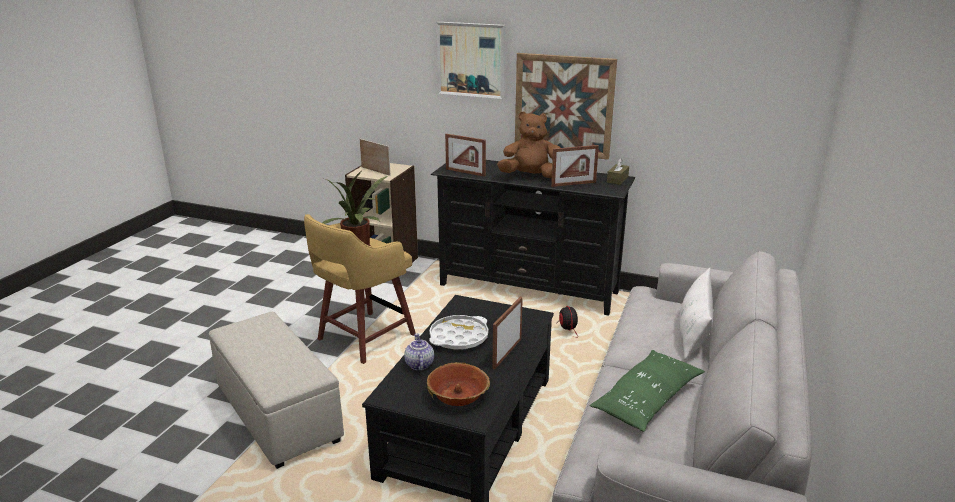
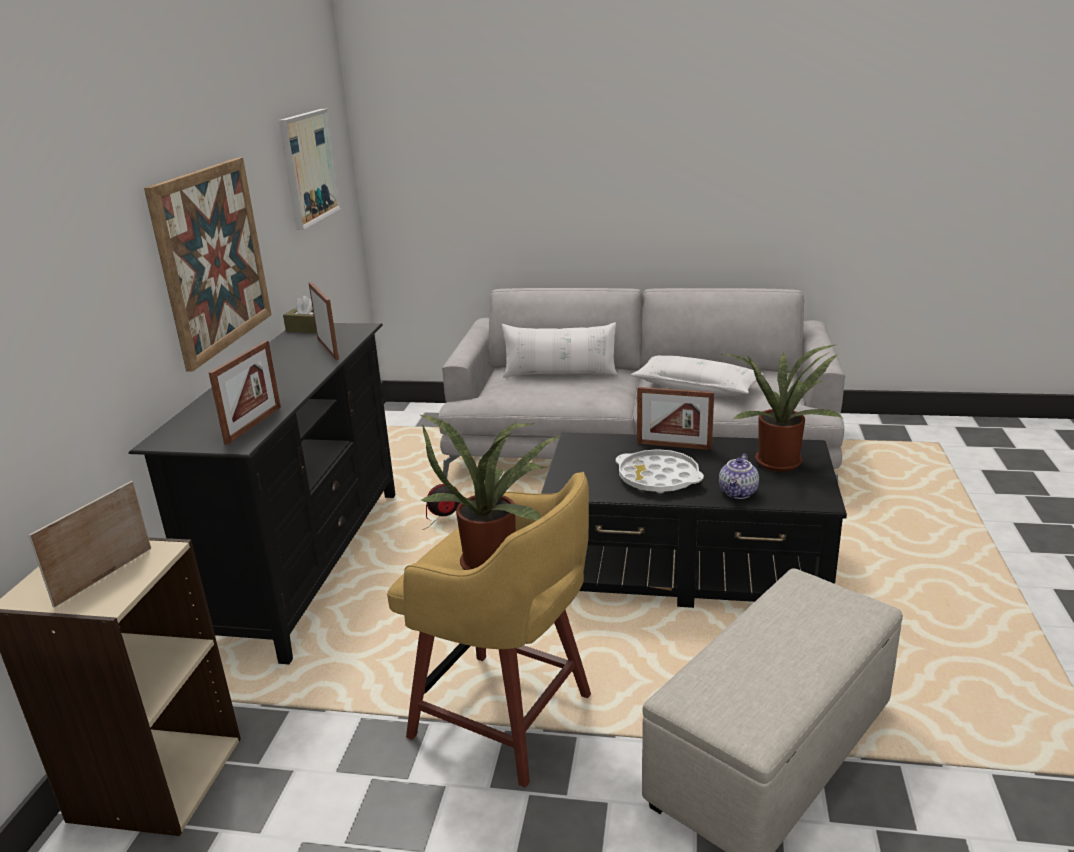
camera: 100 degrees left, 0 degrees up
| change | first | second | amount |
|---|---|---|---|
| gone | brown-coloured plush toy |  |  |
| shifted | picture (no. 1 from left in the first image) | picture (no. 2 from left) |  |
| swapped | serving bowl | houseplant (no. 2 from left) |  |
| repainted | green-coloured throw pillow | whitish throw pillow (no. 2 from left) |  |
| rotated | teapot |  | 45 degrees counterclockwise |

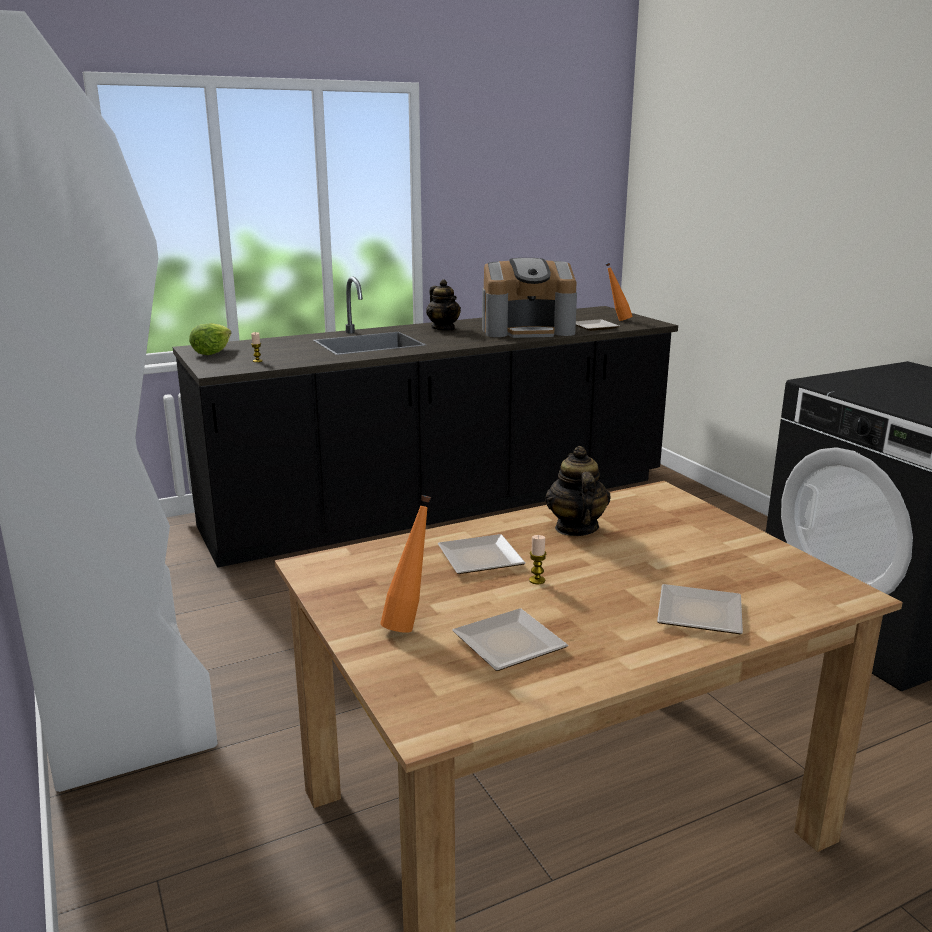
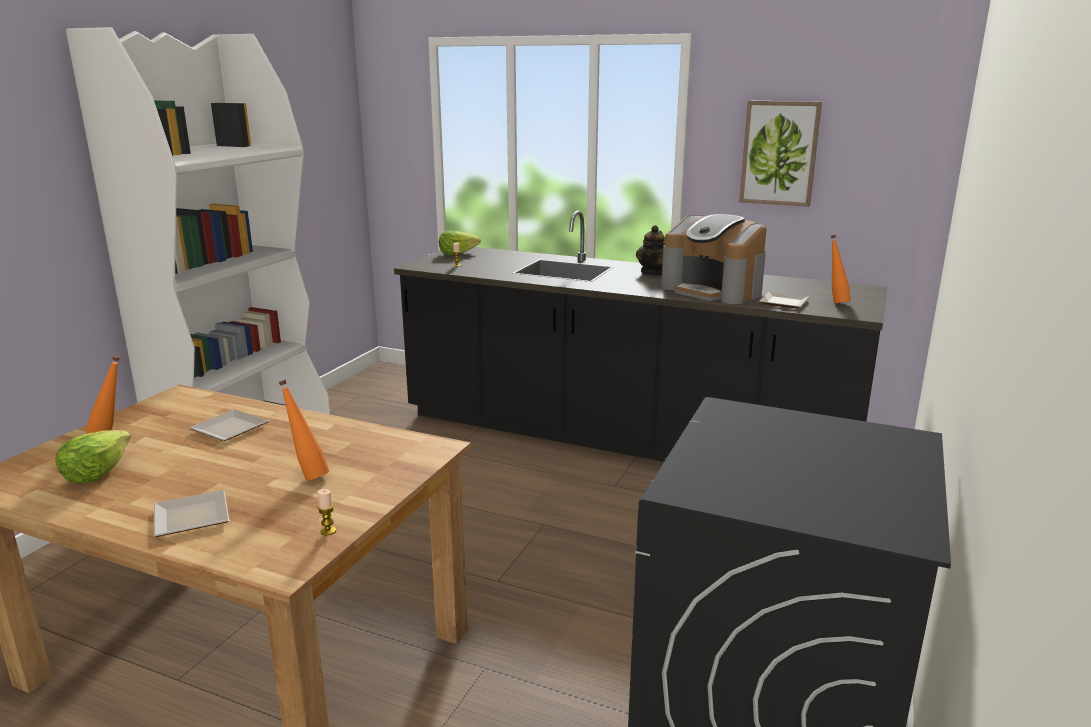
camera: 50 degrees right, 0 degrees up
| change | first | second | amount |
|---|---|---|---|
| gone | teapot (no. 2 from left) |  |  |
| new |  | orange bottle (no. 2 from left) |  |
| new |  | picture |  |
| shifted | candle (no. 2 from left in the first image) | candle (no. 1 from left) |  |
| swapped | flat dish (no. 2 from left) | lettuce (no. 1 from left) |  |

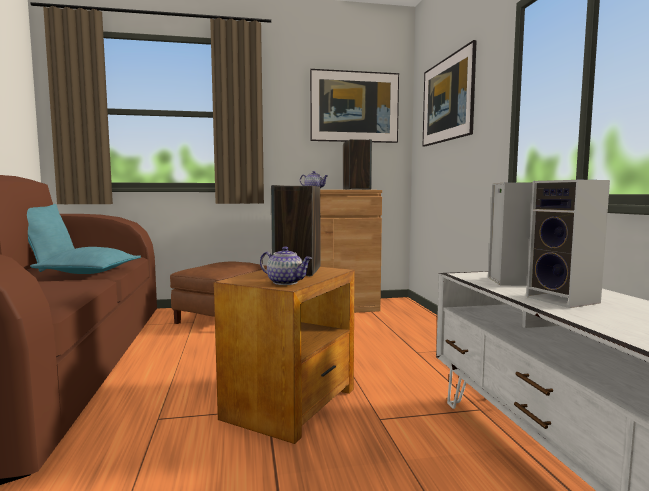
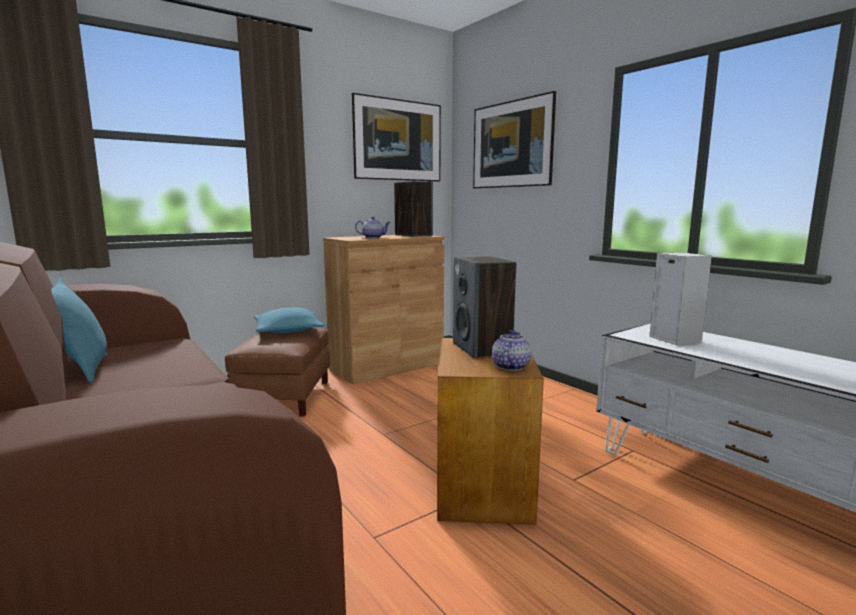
camera: 25 degrees left, 5 degrees up
| change | first | second | amount |
|---|---|---|---|
| gone | speaker (no. 4 from left) |  |  |
| shifted | turquoise-coloured throw pillow (no. 2 from left) |  |  |
| rotated | teapot (no. 1 from left in the first image) | teapot (no. 2 from left) | 75 degrees counterclockwise |

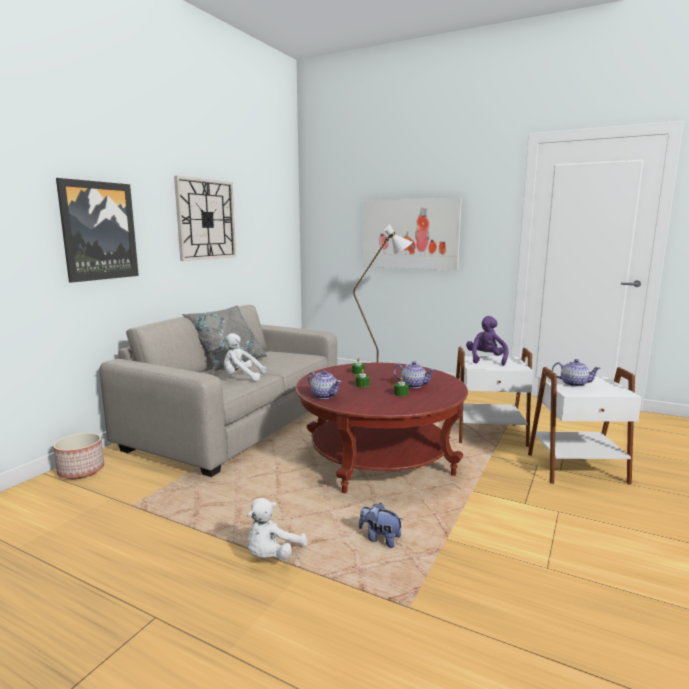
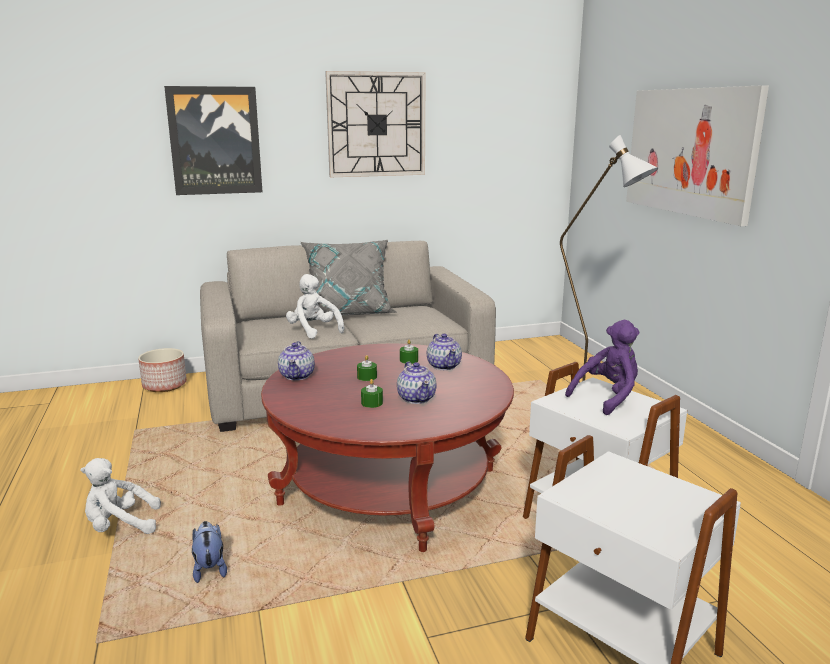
camera: 45 degrees right, 5 degrees up
| change | first | second | amount |
|---|---|---|---|
| shifted | teapot (no. 3 from left) |  |  |

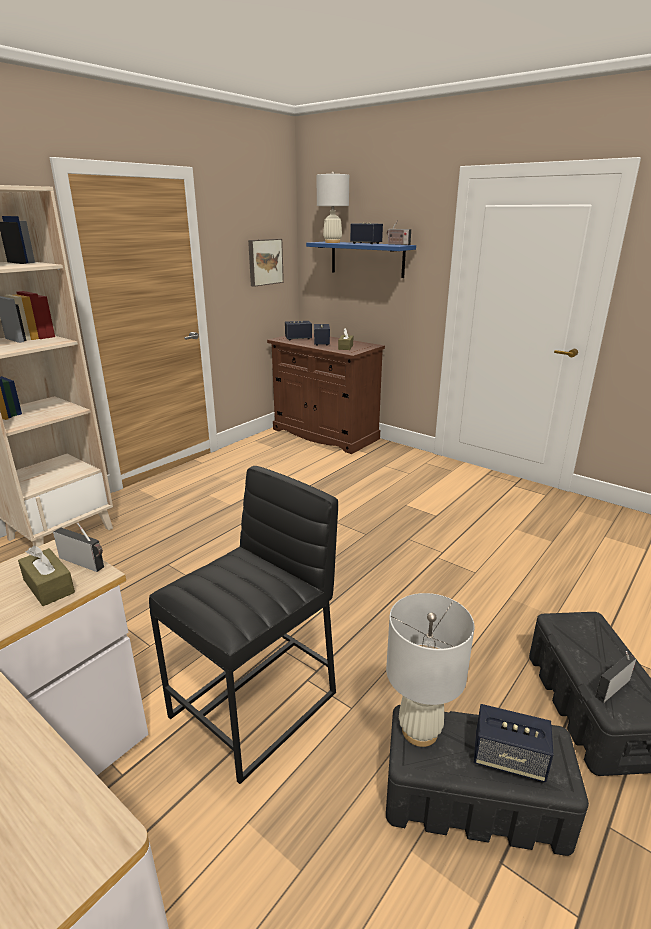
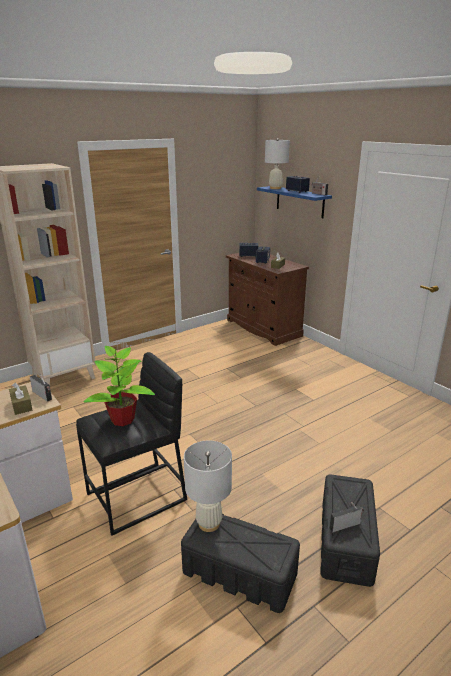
camera: 15 degrees right, 0 degrees up
| change | first | second | amount |
|---|---|---|---|
| gone | picture |  |  |
| gone | speaker (no. 4 from left) |  |  |
| new |  | houseplant |  |

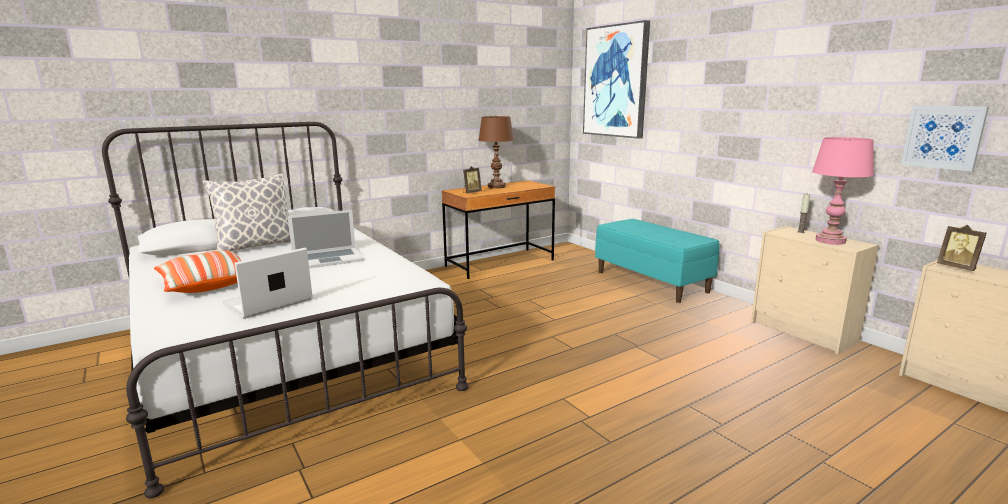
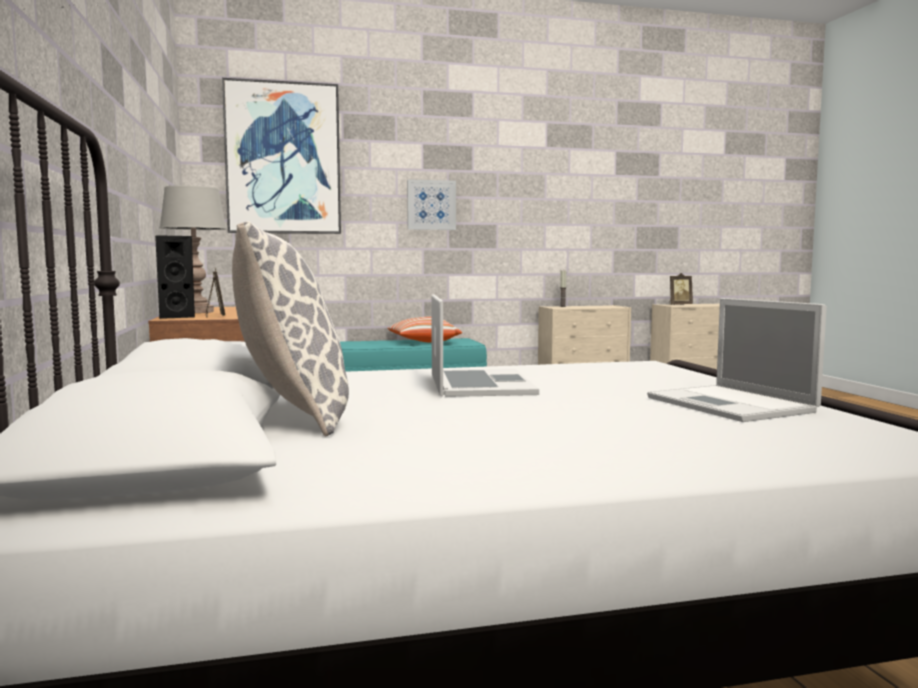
camera: 70 degrees left, 10 degrees down
| change | first | second | amount |
|---|---|---|---|
| gone | pinkish lamp for a table |  |  |
| new |  | black-coloured speaker |  |
| shifted | throw pillow (no. 1 from left in the first image) | throw pillow (no. 2 from left) |  |
| shifted | picture (no. 2 from left) |  |  |
| repainted | brown-coloured lamp for a table | grey lamp for a table |  |

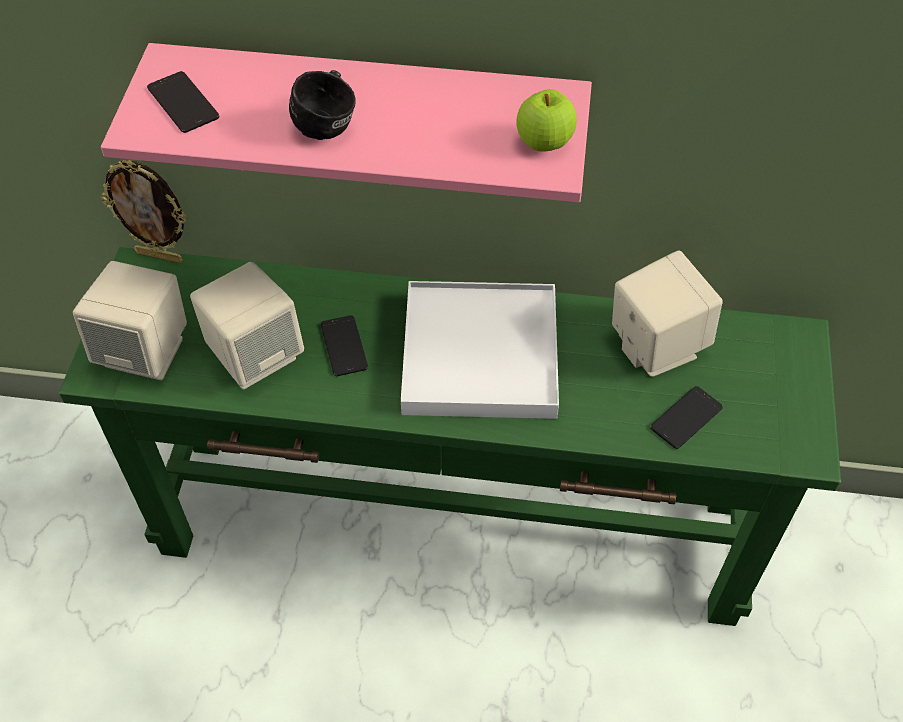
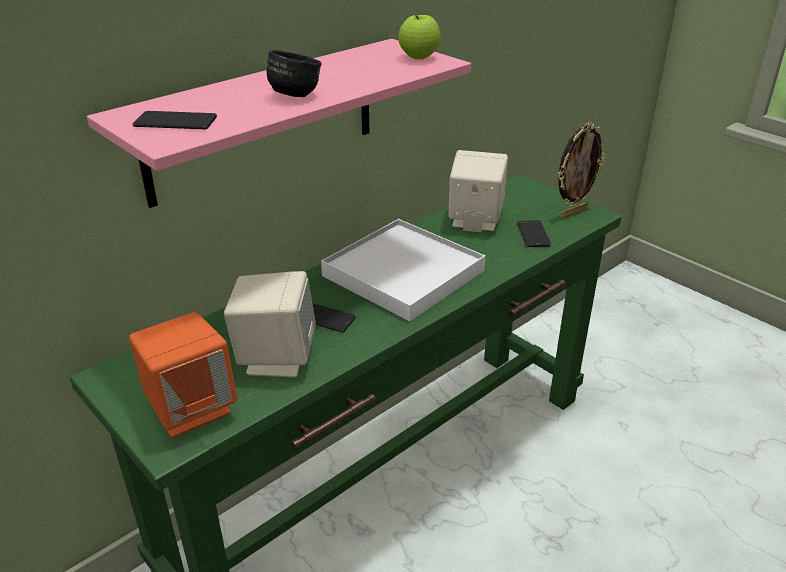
camera: 50 degrees left, 20 degrees down
| change | first | second | amount |
|---|---|---|---|
| shifted | picture frame |  |  |
| repainted | beige speaker (no. 1 from left) | orange speaker |  |

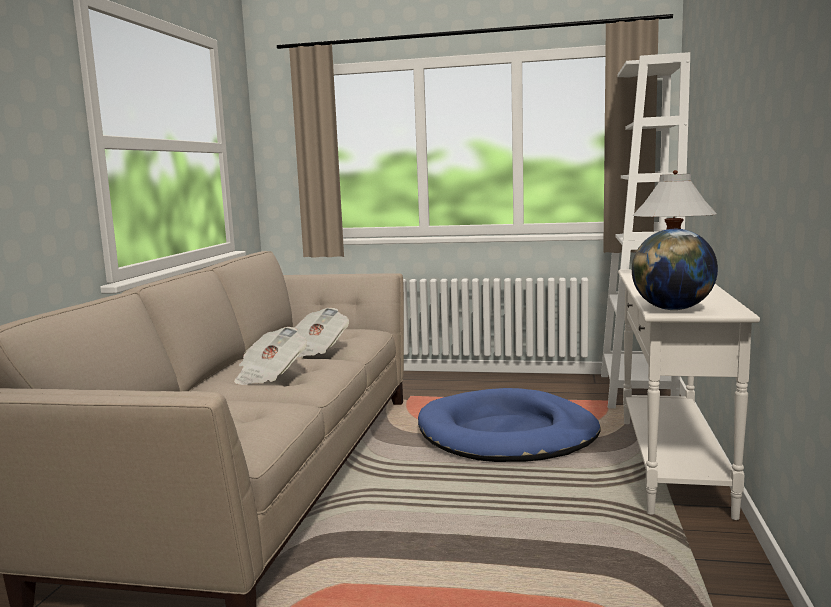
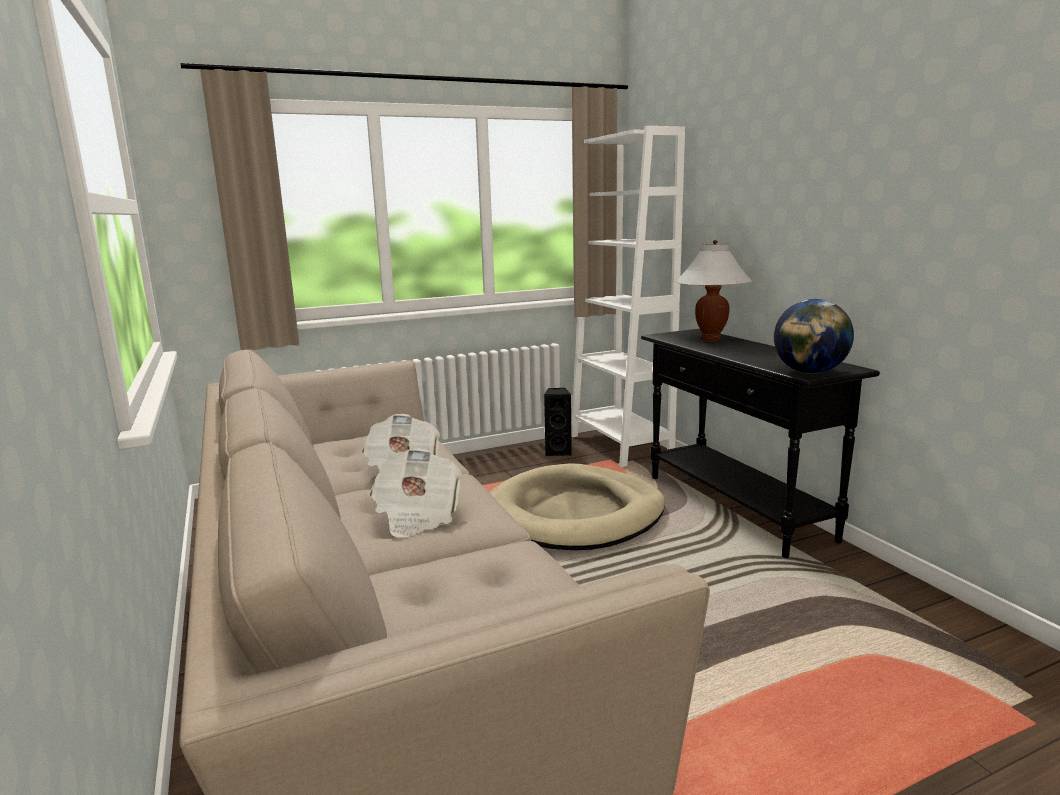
camera: 35 degrees left, 5 degrees up
| change | first | second | amount |
|---|---|---|---|
| new |  | black-coloured speaker |  |
| repainted | blue dog cushion | beige dog cushion |  |
| repainted | whitish narrow table | black-coloured narrow table |  |

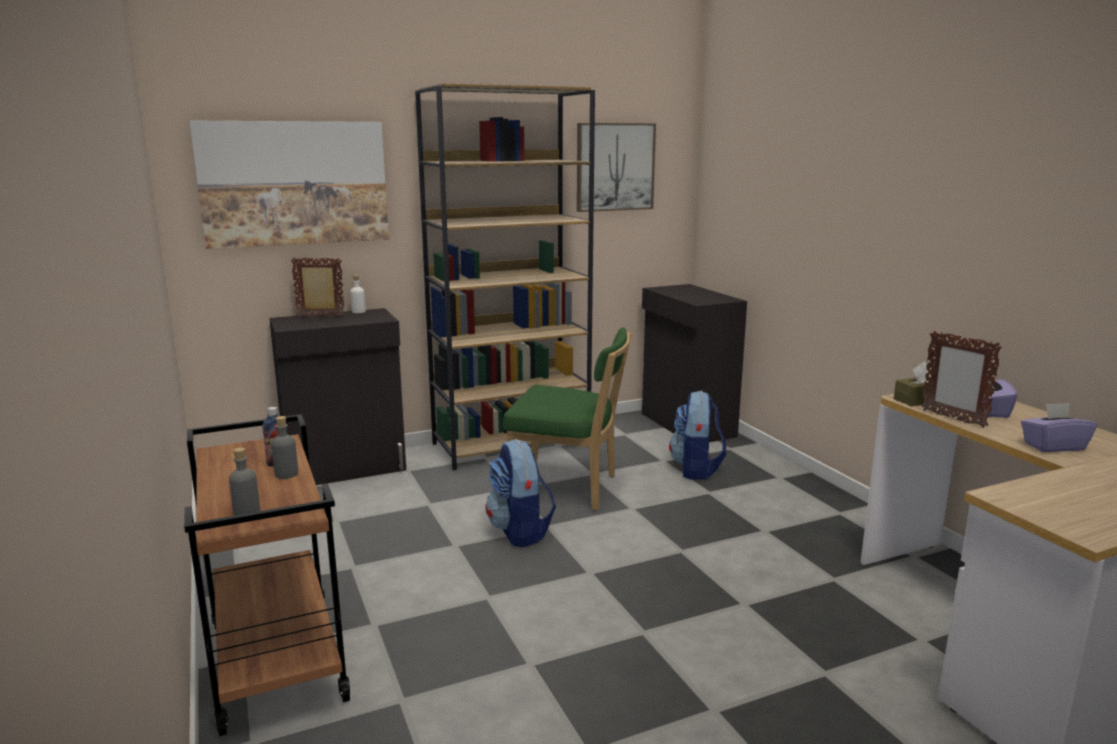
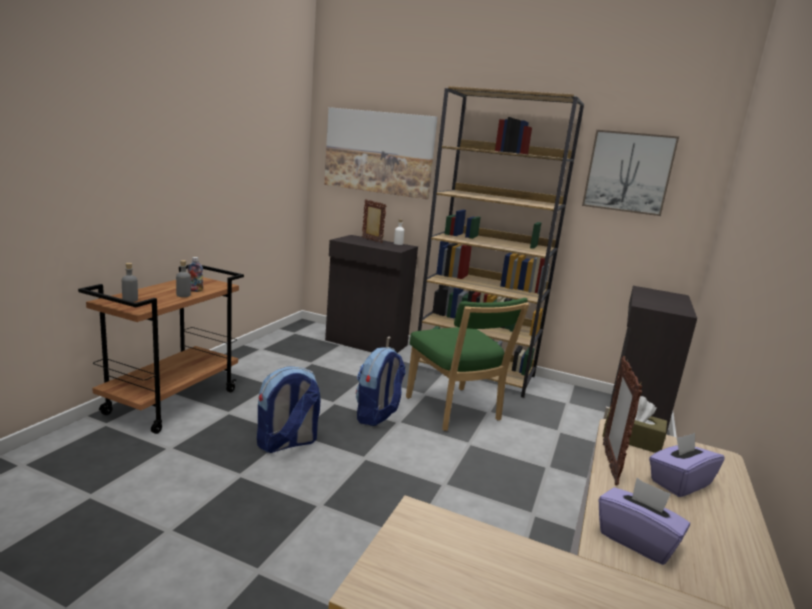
camera: 45 degrees right, 0 degrees up
| change | first | second | amount |
|---|---|---|---|
| shifted | rucksack (no. 2 from left in the first image) | rucksack (no. 1 from left) |  |

